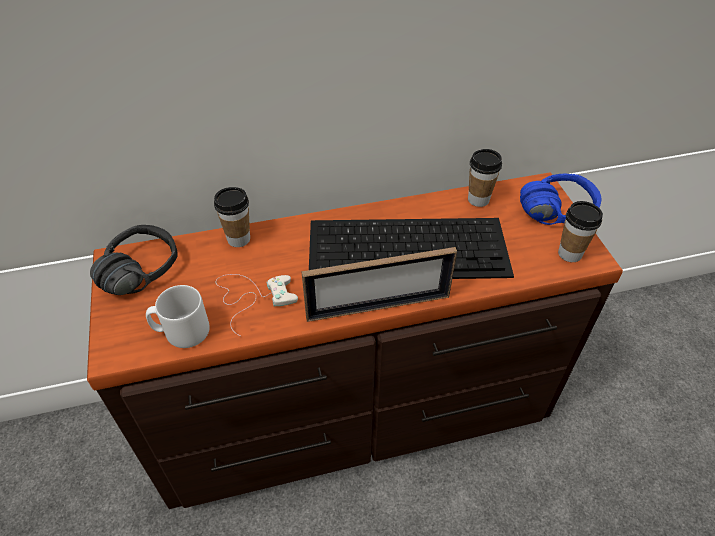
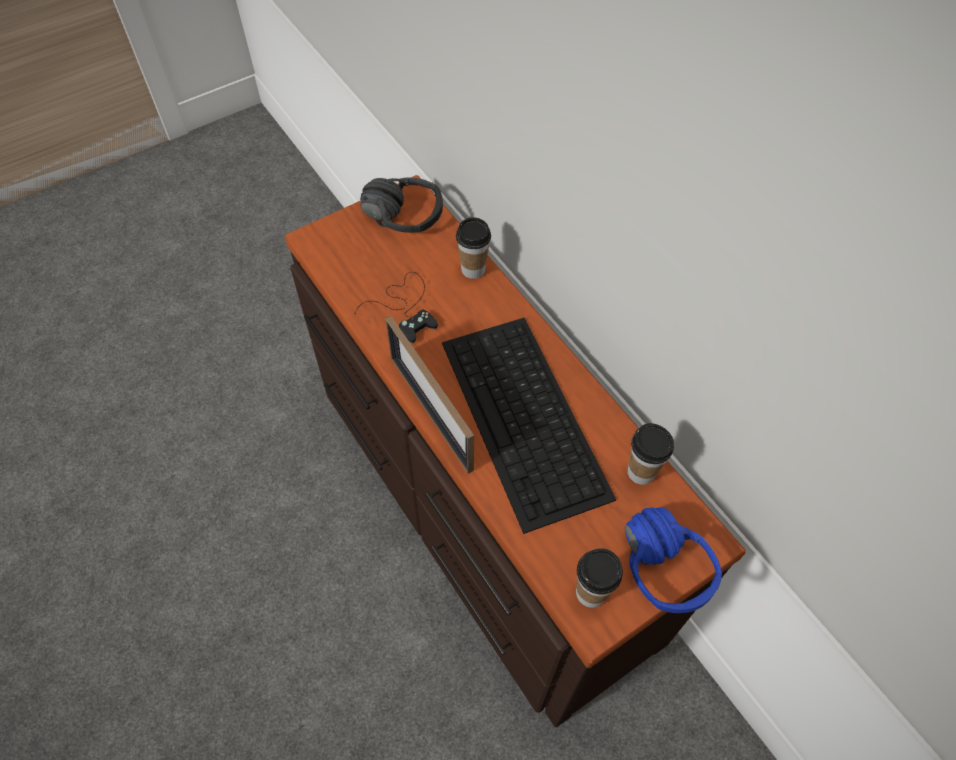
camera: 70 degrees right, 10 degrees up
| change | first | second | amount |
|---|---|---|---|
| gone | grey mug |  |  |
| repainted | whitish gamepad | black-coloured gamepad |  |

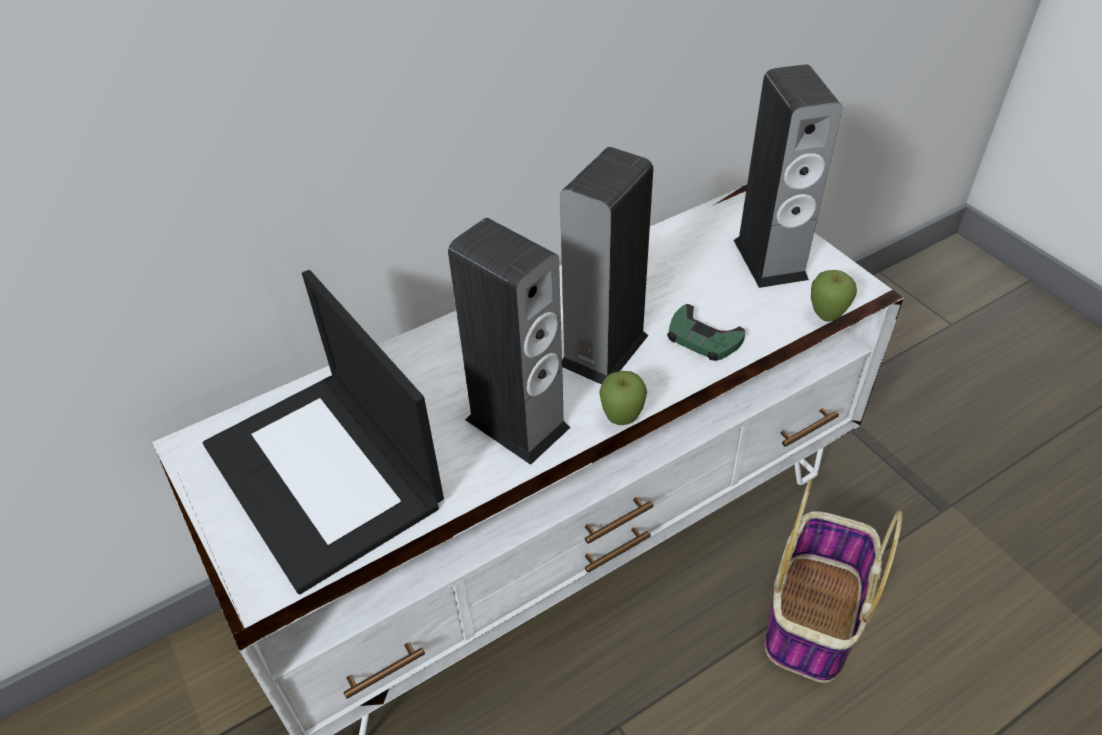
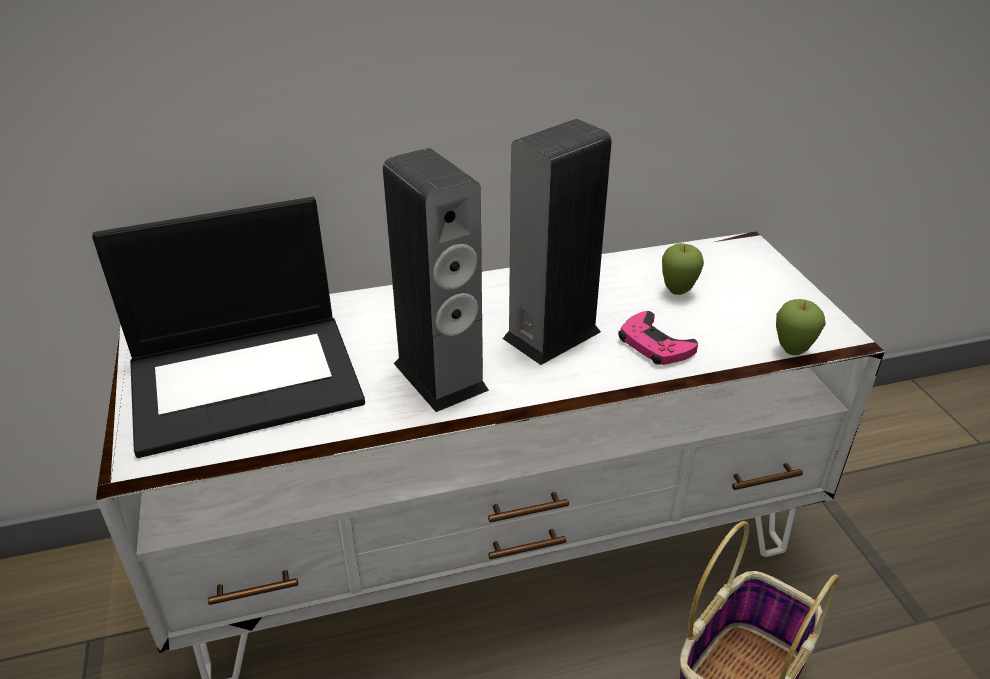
camera: 15 degrees right, 10 degrees down
| change | first | second | amount |
|---|---|---|---|
| gone | speaker (no. 3 from left) |  |  |
| shifted | apple fruit (no. 1 from left) |  |  |
| repainted | green-coloured gamepad | pinkish gamepad |  |
| rotated | laptop |  | 90 degrees counterclockwise |

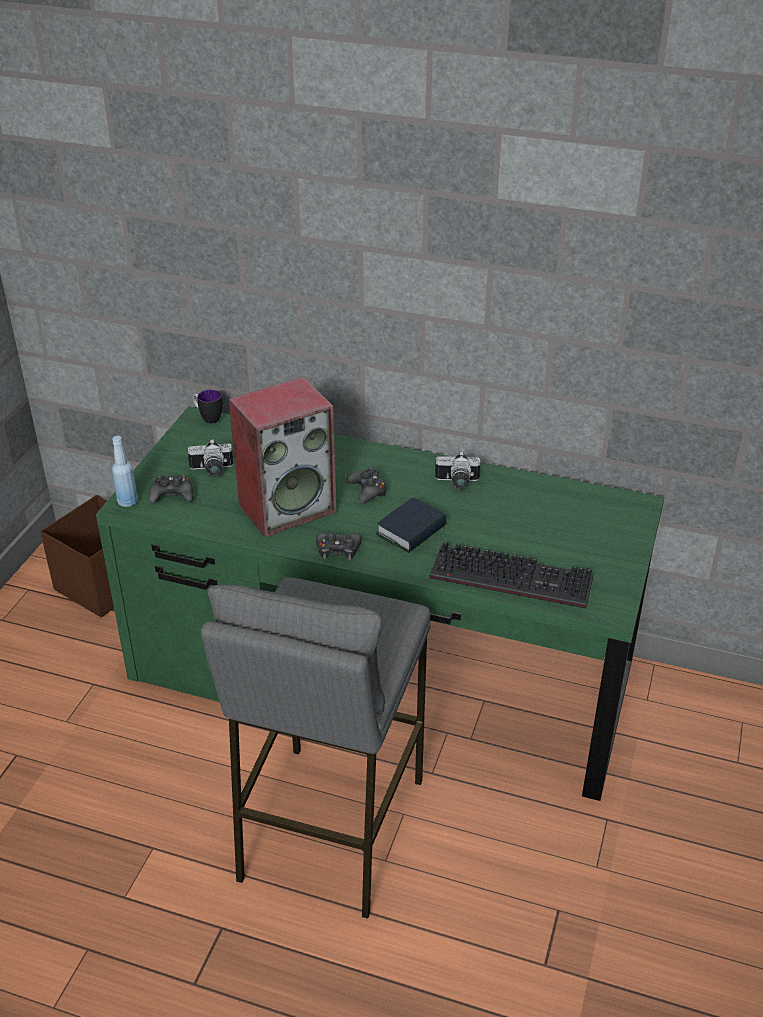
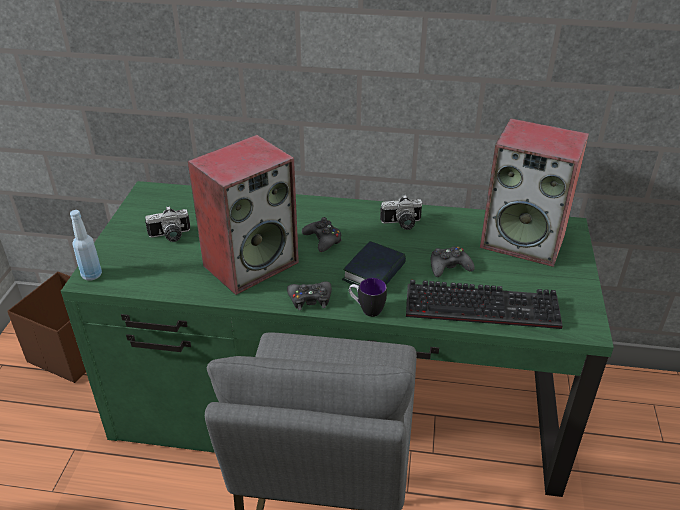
camera: 10 degrees left, 0 degrees up
| change | first | second | amount |
|---|---|---|---|
| new |  | speaker (no. 2 from left) |  |
| shifted | black-coloured gamepad (no. 1 from left in the first image) | black-coloured gamepad (no. 3 from left) |  |
| shifted | mug |  |  |

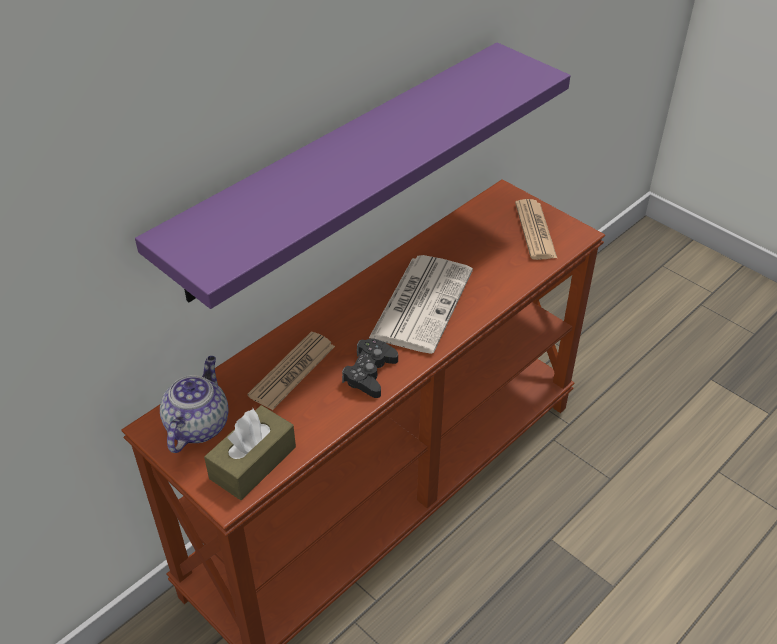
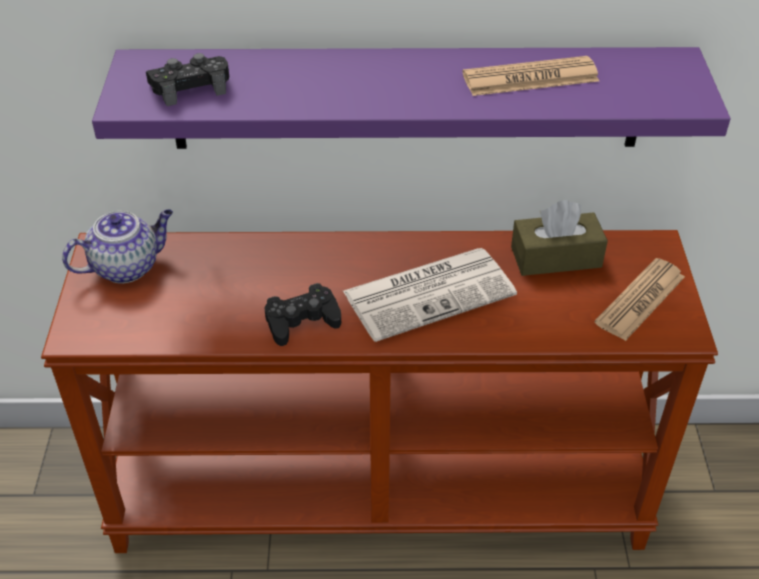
camera: 45 degrees right, 0 degrees up
| change | first | second | amount |
|---|---|---|---|
| new |  | black-coloured gamepad (no. 1 from left) |  |
| shifted | brown-coloured tissue holder |  |  |
| shifted | newspaper (no. 1 from left in the first image) | newspaper (no. 2 from left) |  |

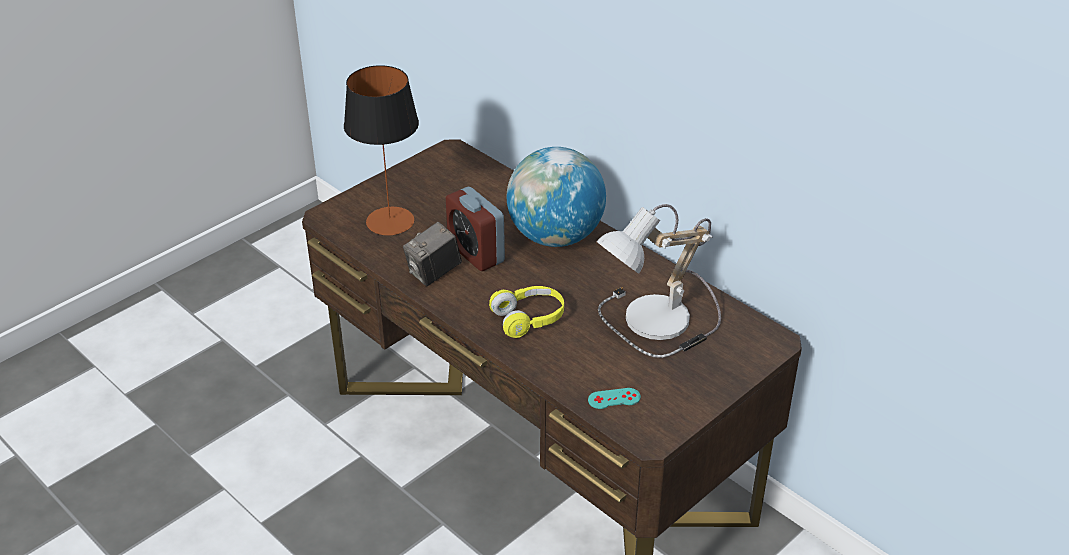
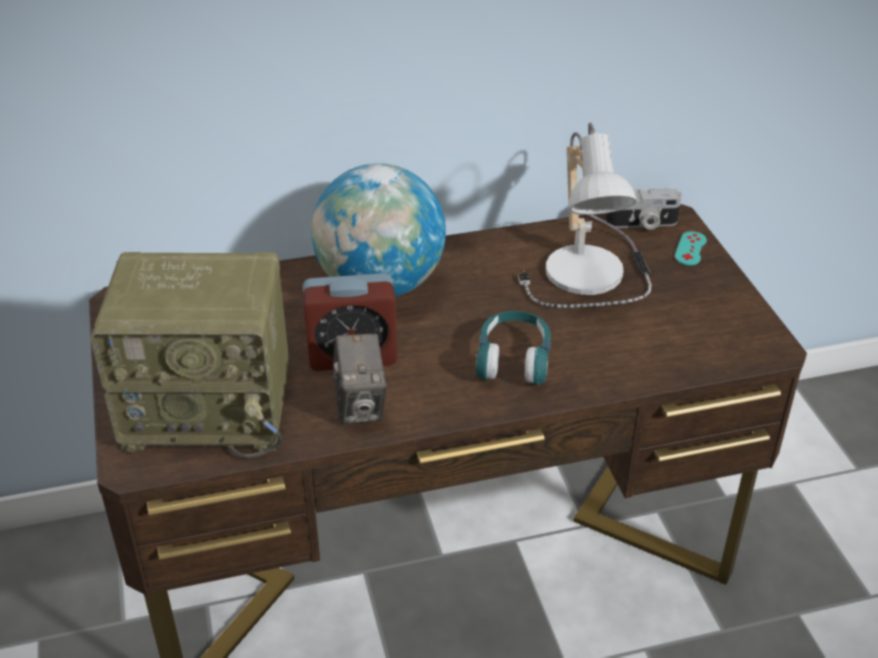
camera: 60 degrees left, 0 degrees up
| change | first | second | amount |
|---|---|---|---|
| new |  | still camera (no. 2 from left) |  |
| shifted | turquoise-coloured gamepad |  |  |
| swapped | lamp for a table (no. 1 from left) | radio |  |
| repainted | yellowish pair of headphones | turquoise-coloured pair of headphones |  |

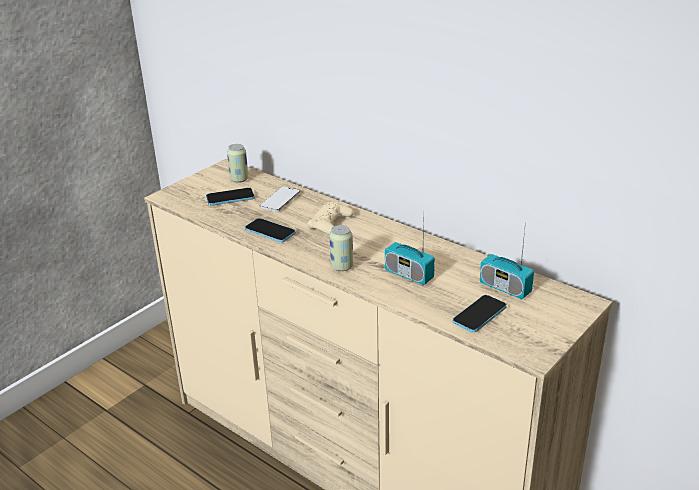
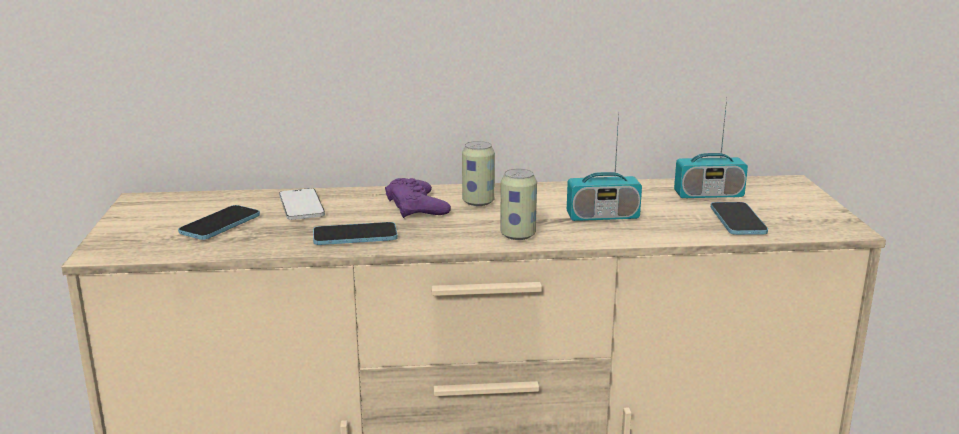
camera: 45 degrees left, 10 degrees down
| change | first | second | amount |
|---|---|---|---|
| shifted | metal can (no. 1 from left) |  |  |
| repainted | beige gamepad | purple gamepad |  |

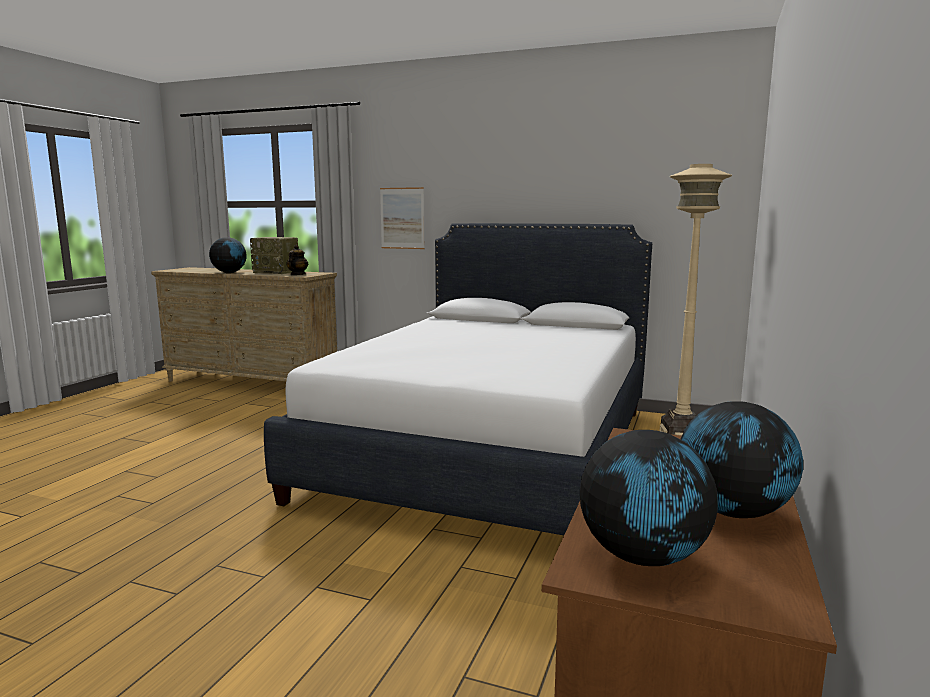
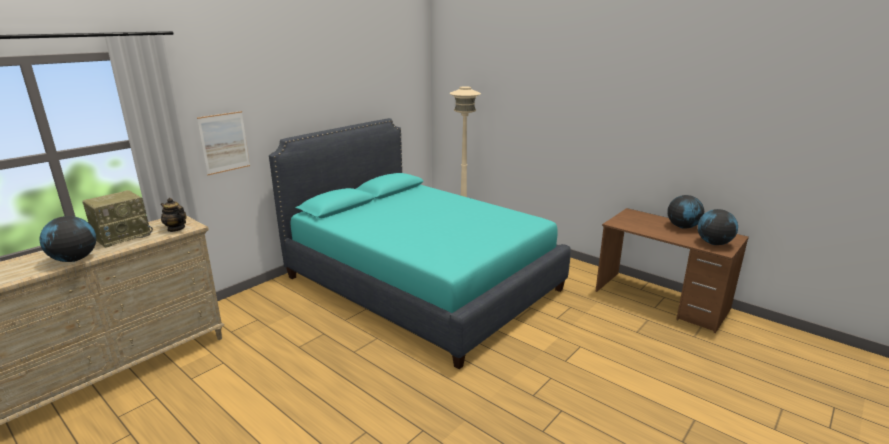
camera: 70 degrees left, 10 degrees up
| change | first | second | amount |
|---|---|---|---|
| repainted | whitish bedroom bed | turquoise-coloured bedroom bed |  |

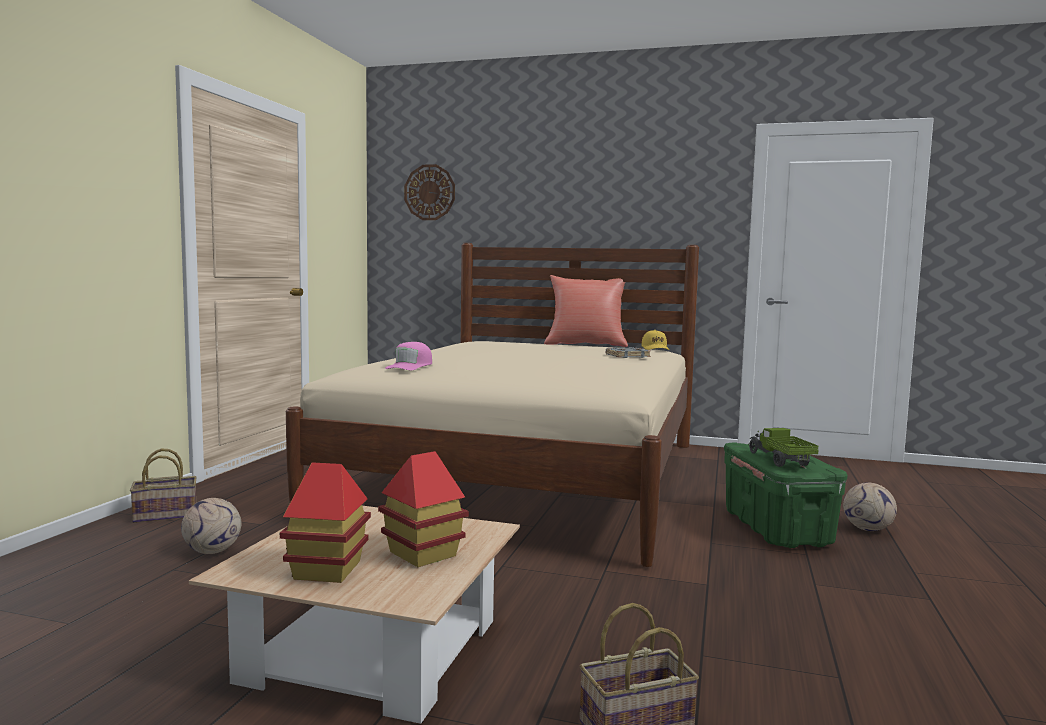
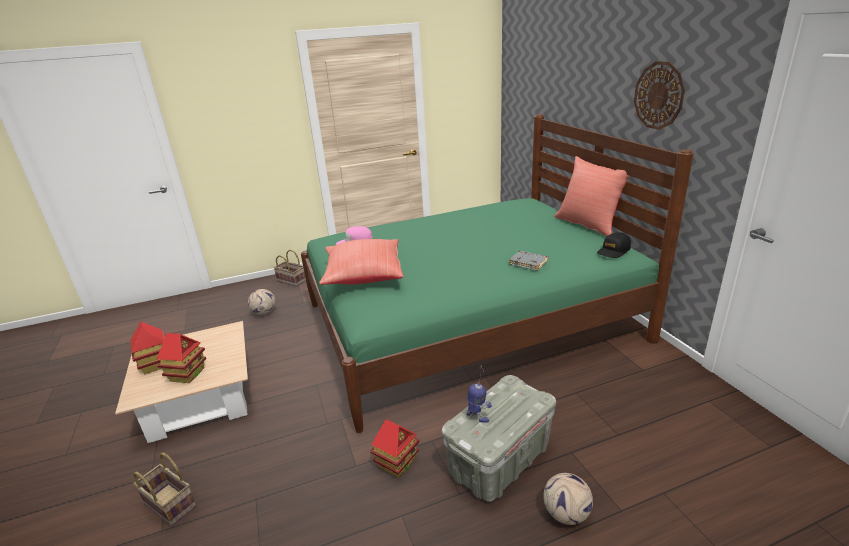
camera: 55 degrees right, 20 degrees up
| change | first | second | amount |
|---|---|---|---|
| new |  | red throw pillow (no. 1 from left) |  |
| new |  | miniature house (no. 3 from left) |  |
| shifted | wall clock |  |  |
| swapped | toy truck | toy robot |  |
| repainted | beige bedroom bed | green-coloured bedroom bed |  |
| repainted | yellowish peaked cap | black-coloured peaked cap |  |
| repainted | green-coloured storage container | grey storage container |  |

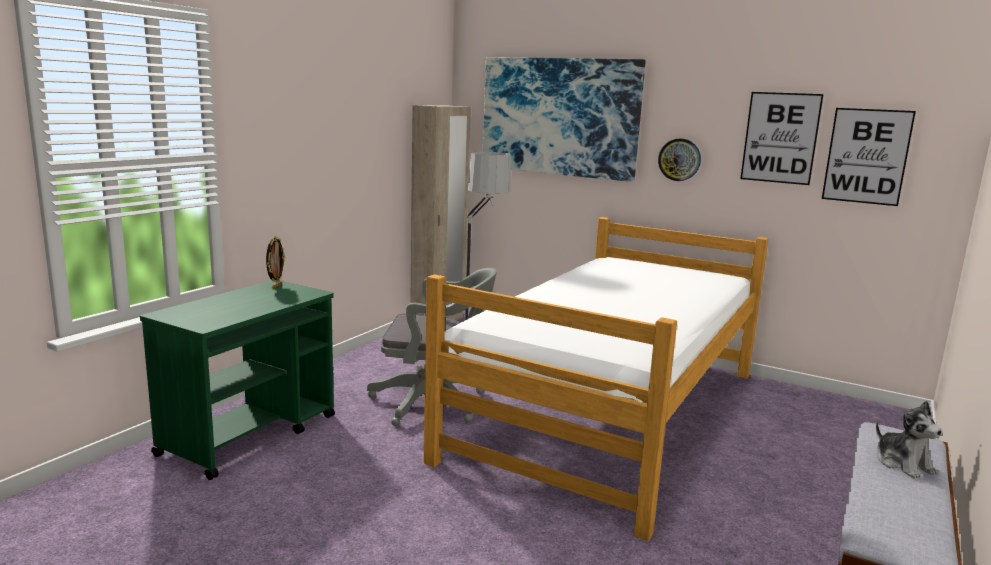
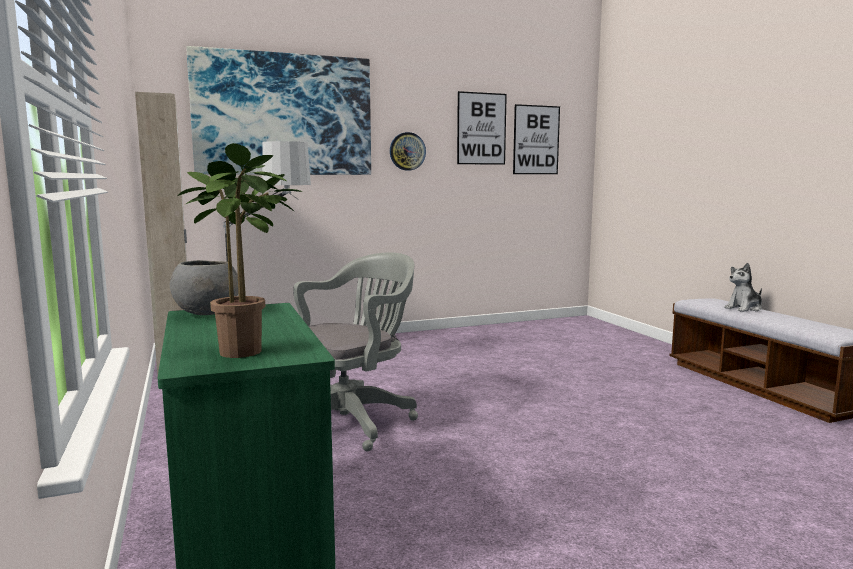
camera: 50 degrees left, 5 degrees down
| change | first | second | amount |
|---|---|---|---|
| gone | bedroom bed |  |  |
| new |  | houseplant |  |
| swapped | picture frame | grey serving bowl |  |
| rotated | plush toy |  | 135 degrees clockwise |

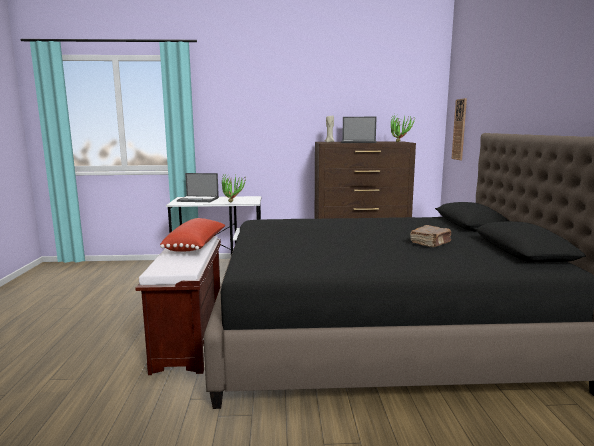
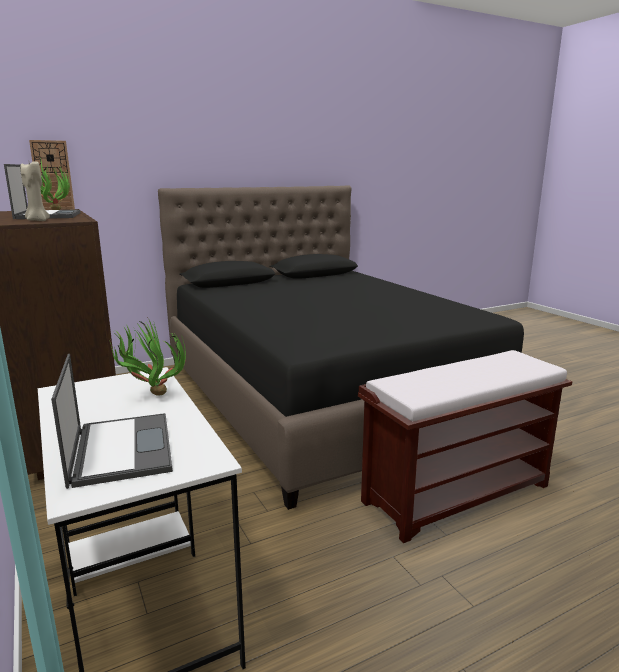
camera: 115 degrees left, 5 degrees up
| change | first | second | amount |
|---|---|---|---|
| gone | red throw pillow |  |  |
| gone | brown-coloured volume |  |  |

